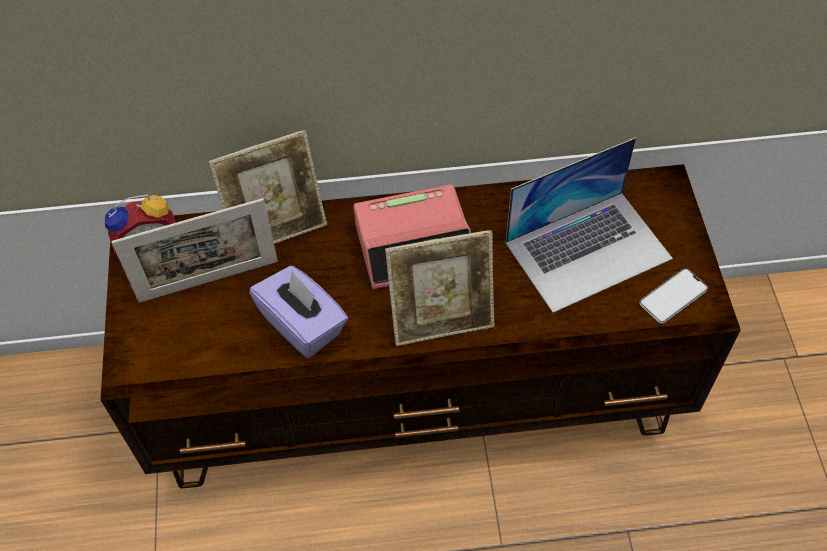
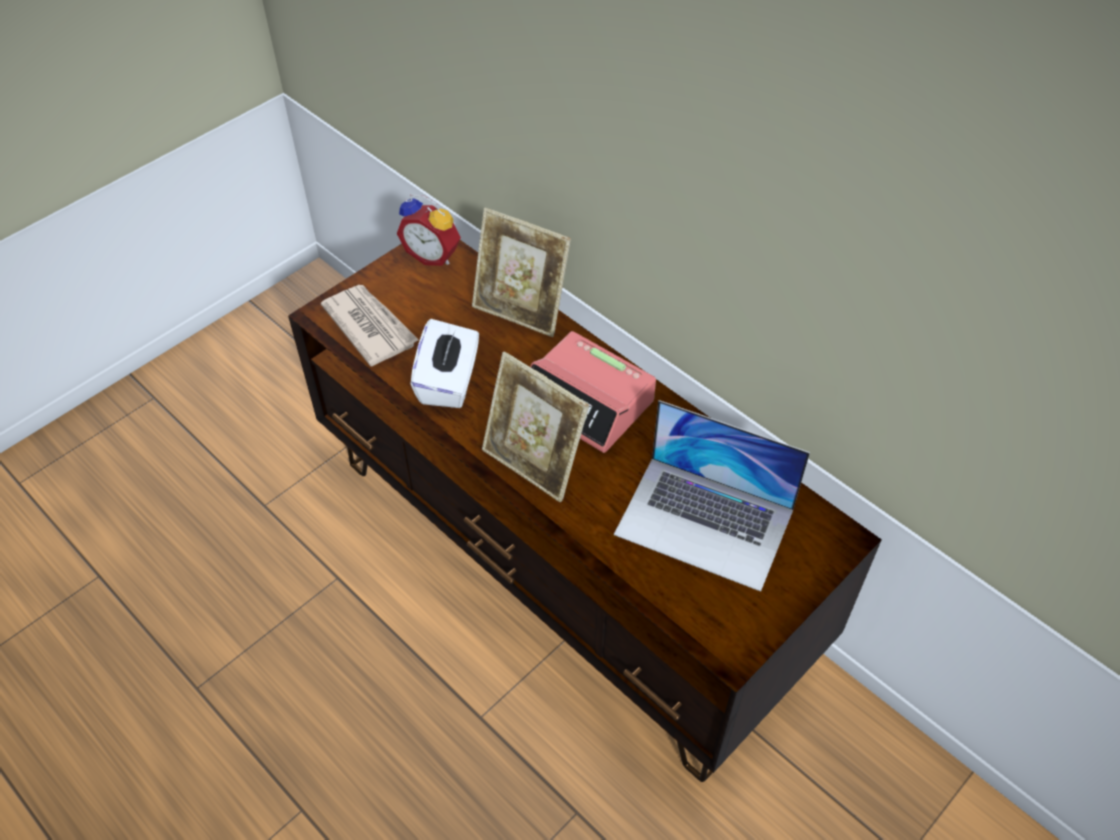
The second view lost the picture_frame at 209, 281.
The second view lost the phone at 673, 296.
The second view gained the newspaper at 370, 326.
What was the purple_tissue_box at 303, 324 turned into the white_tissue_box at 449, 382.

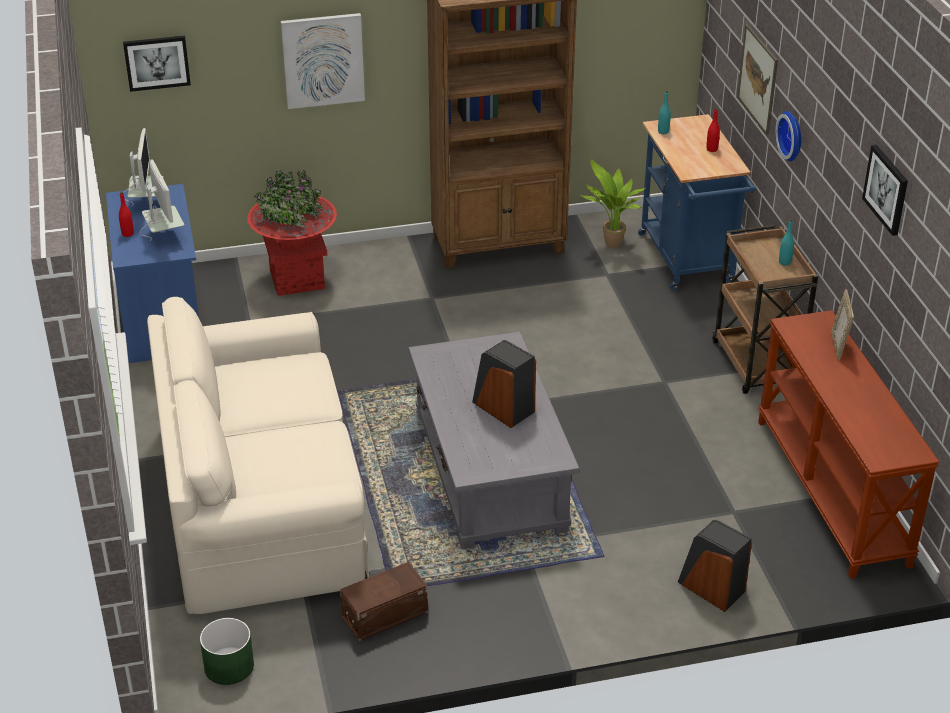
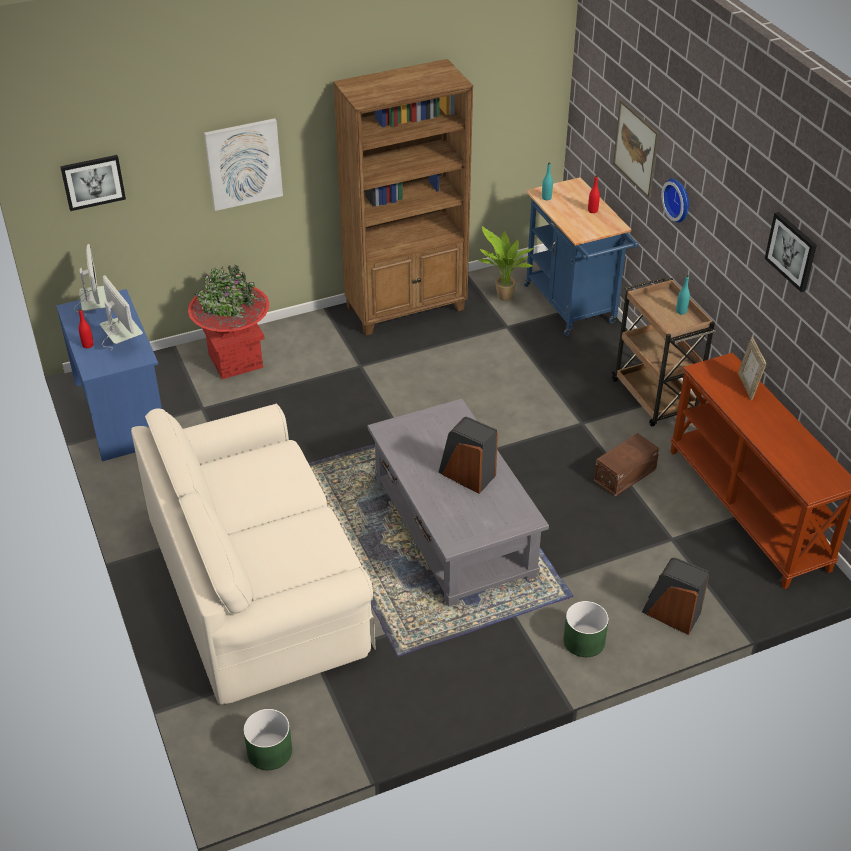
The second view gained the green_planter at 584, 641.
The brown_storage_box ended up elsewhere, having gone from 386, 614 to 626, 475.

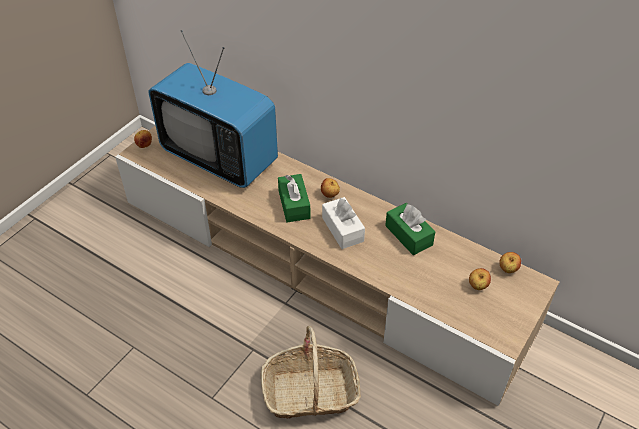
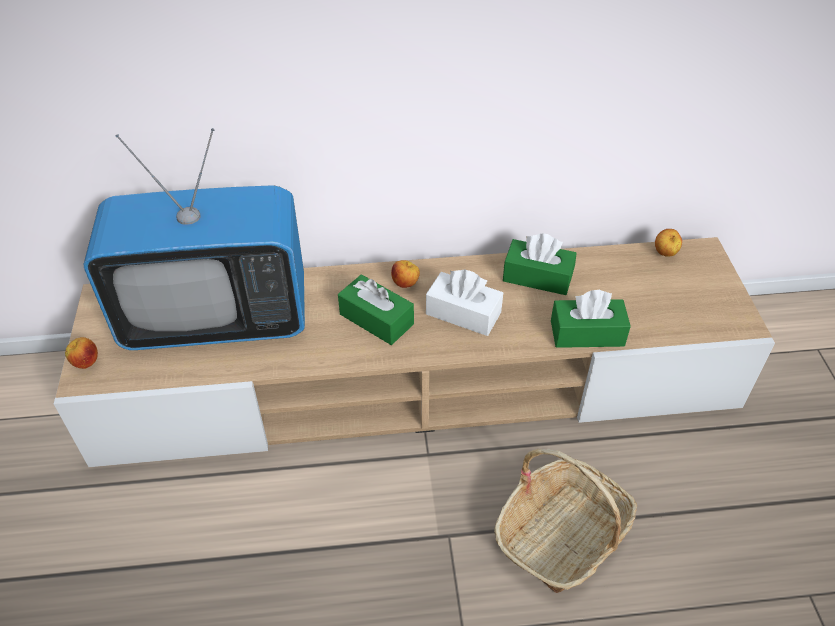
The second view lost the apple at 477, 286.
The second view gained the green_tissue_box at 587, 333.

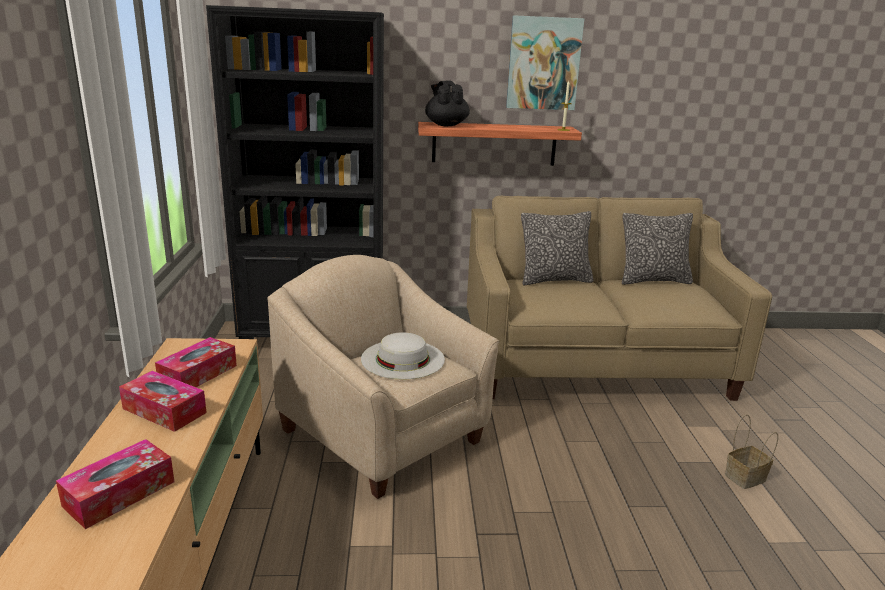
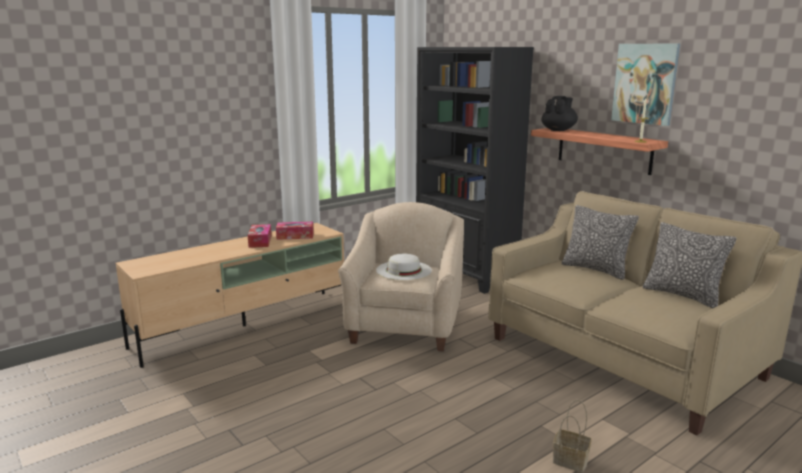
The second view lost the tissue_box at 119, 494.

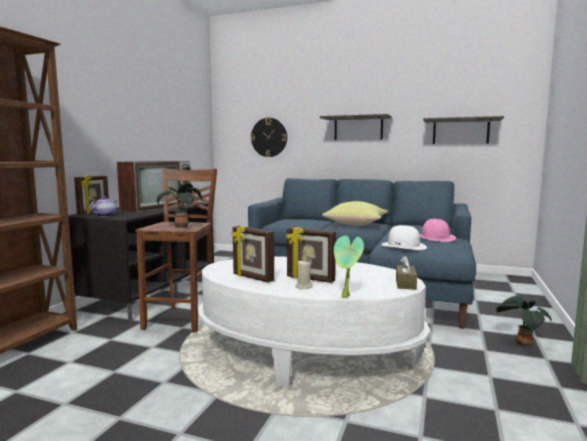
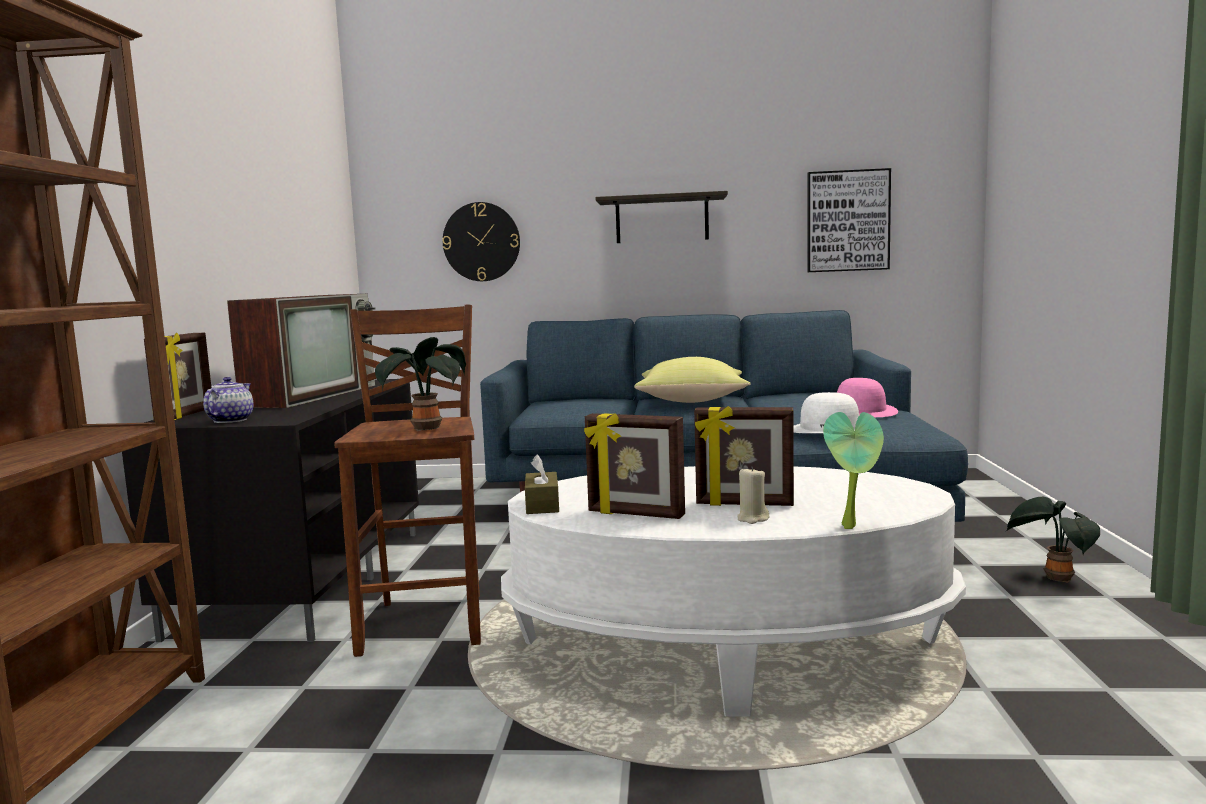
The brown_tissue_box ended up elsewhere, having gone from 405, 284 to 542, 505.
Where the shelf hung at 460, 131, the picture came to hang at 847, 221.

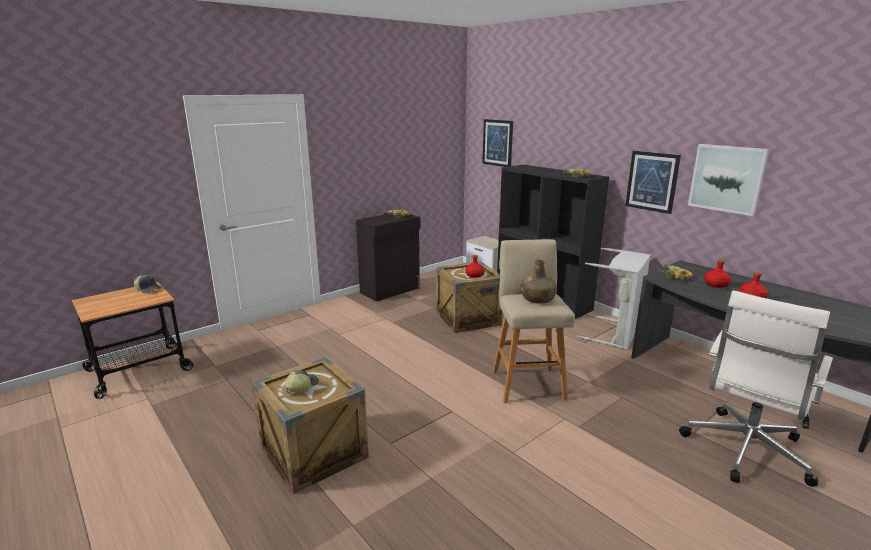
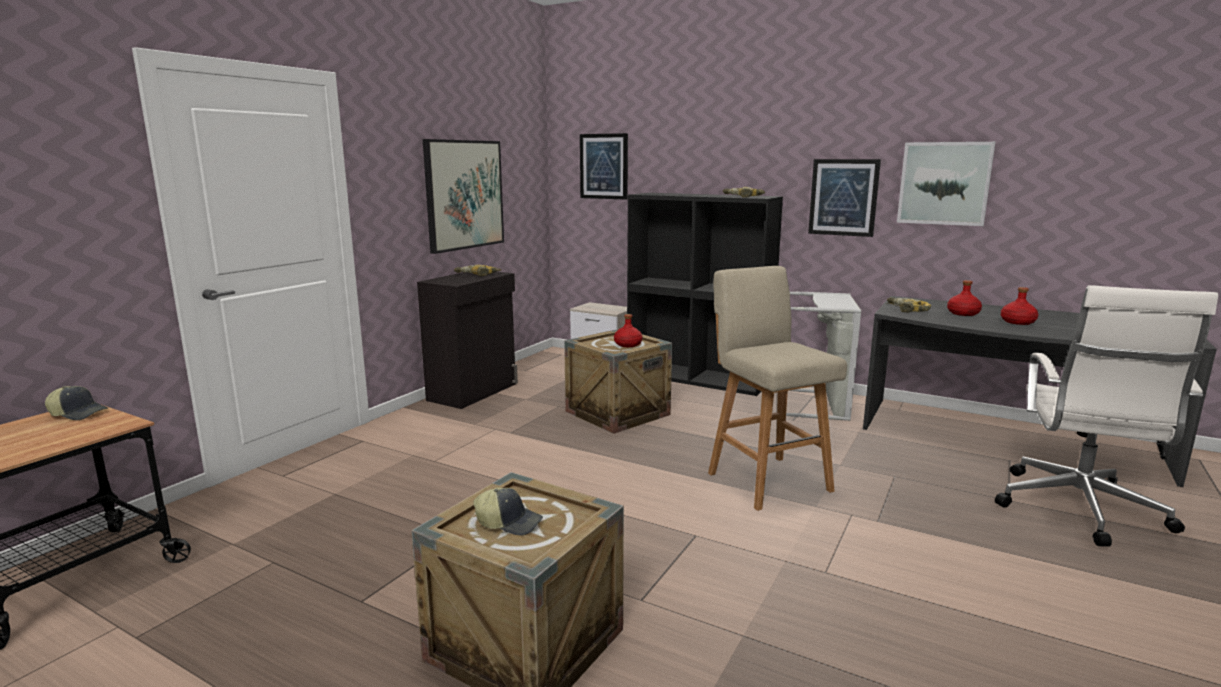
The second view lost the green_bottle at 537, 299.
The second view gained the picture at 464, 194.
The cap at 301, 387 ended up facing another way, 105 degrees clockwise from before.

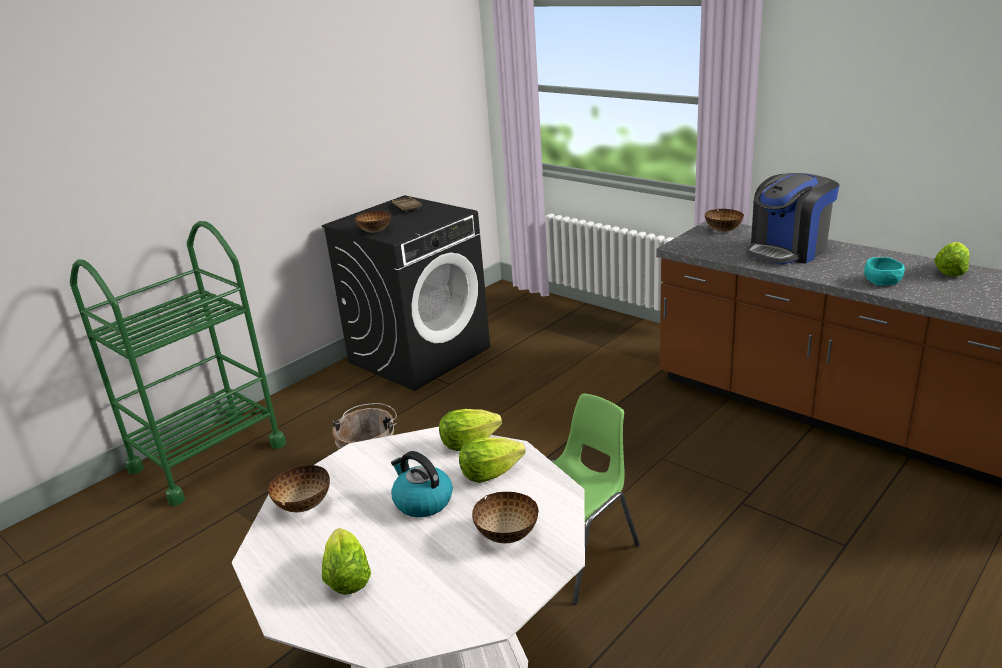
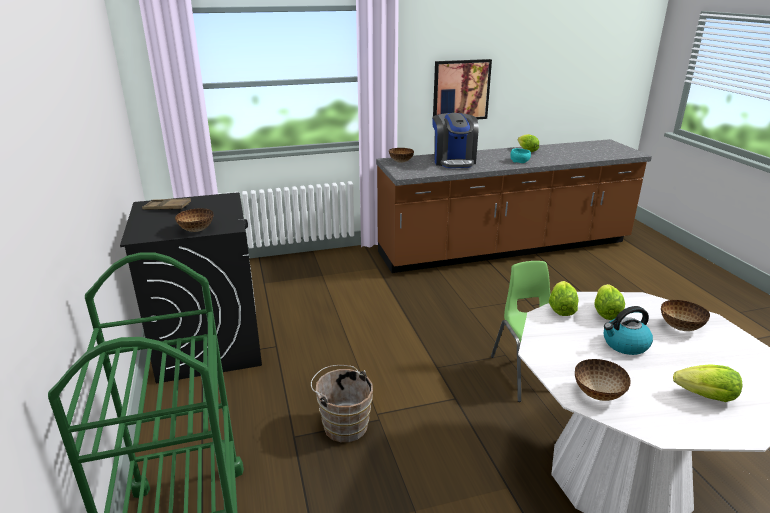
The second view gained the picture at 461, 90.

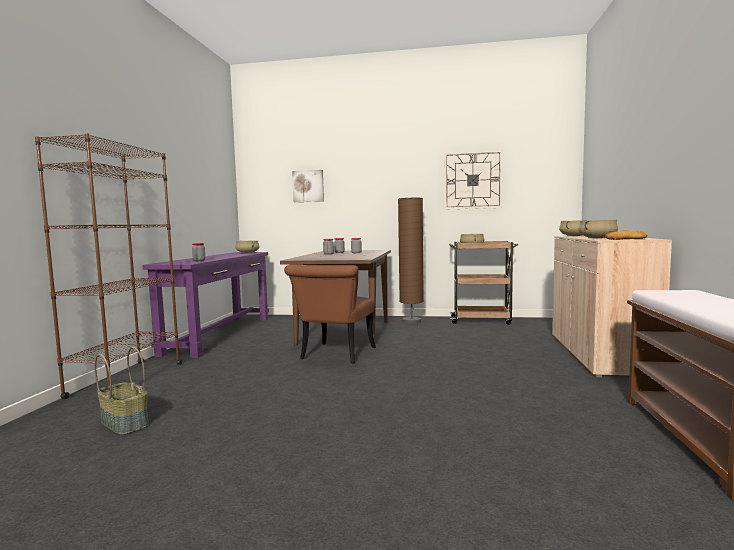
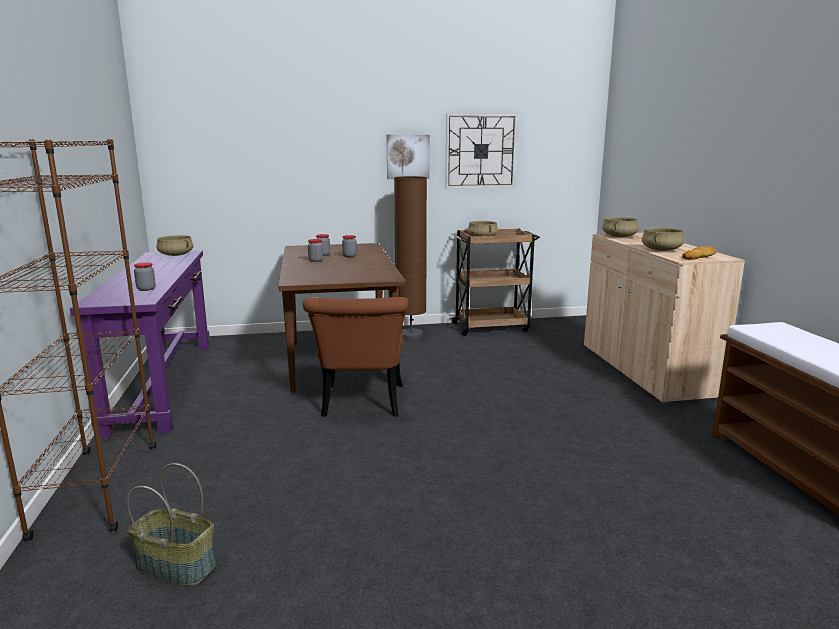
The picture ended up elsewhere, having gone from 308, 186 to 407, 156.

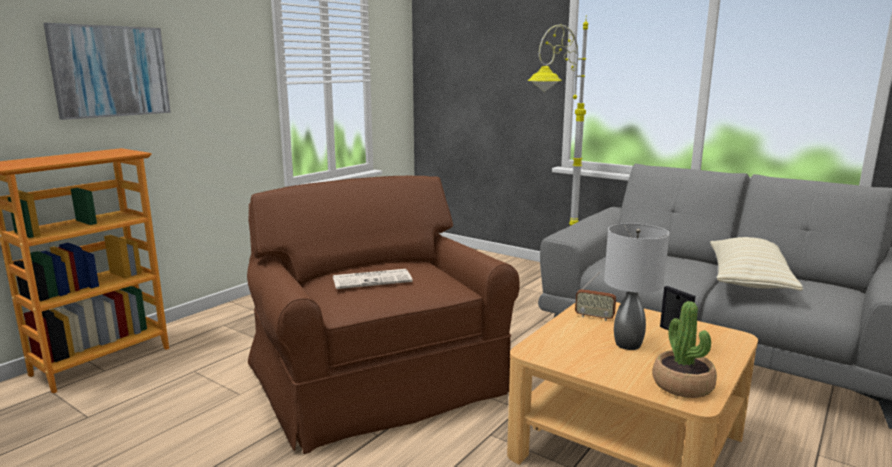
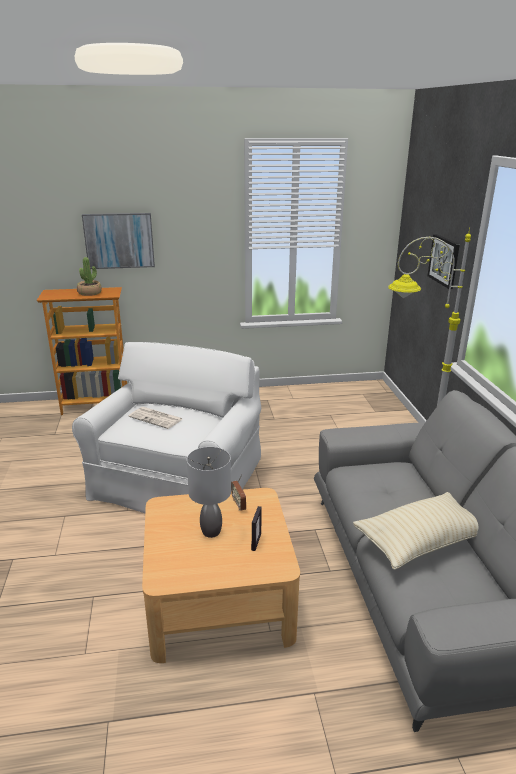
The second view gained the picture at 444, 260.
The potted_plant ended up elsewhere, having gone from 683, 385 to 89, 293.
What was the brown_armchair at 377, 378 turned into the white_armchair at 177, 478.

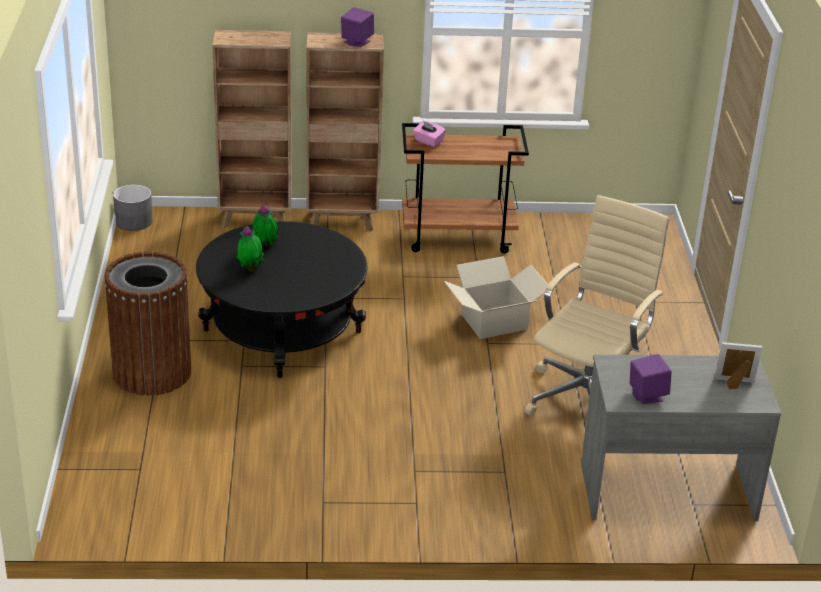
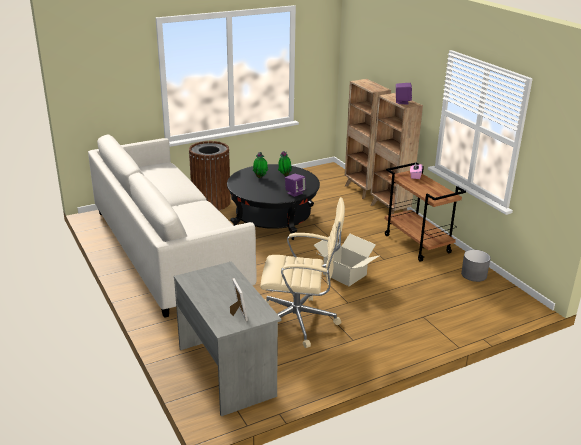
The second view gained the white_sofa at 167, 249.
The grey_planter ended up elsewhere, having gone from 133, 221 to 474, 275.
The purple_speaker ended up elsewhere, having gone from 647, 395 to 295, 193.

